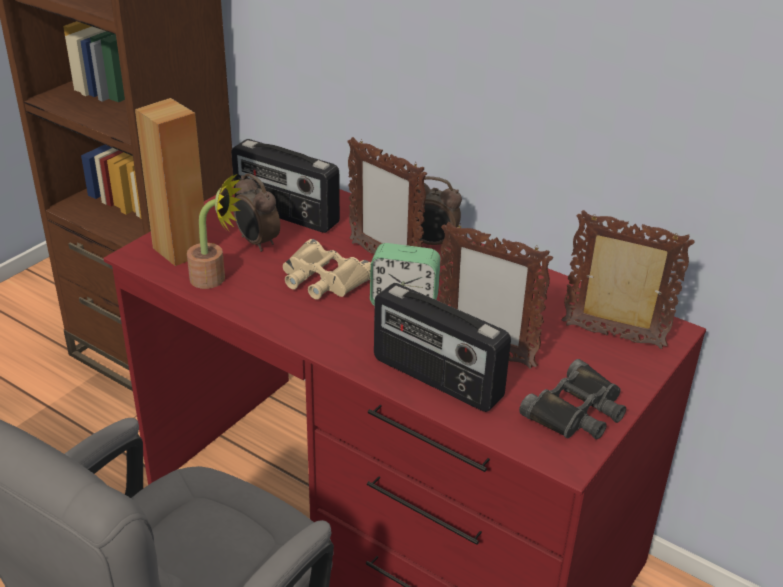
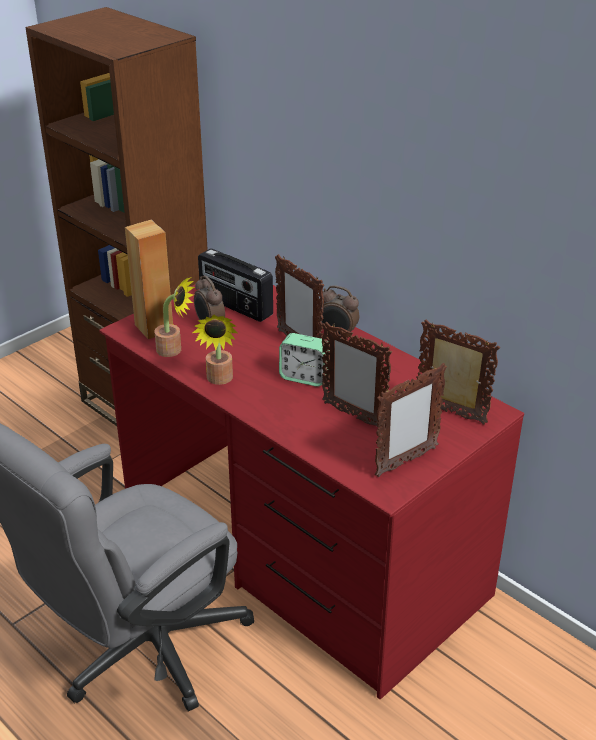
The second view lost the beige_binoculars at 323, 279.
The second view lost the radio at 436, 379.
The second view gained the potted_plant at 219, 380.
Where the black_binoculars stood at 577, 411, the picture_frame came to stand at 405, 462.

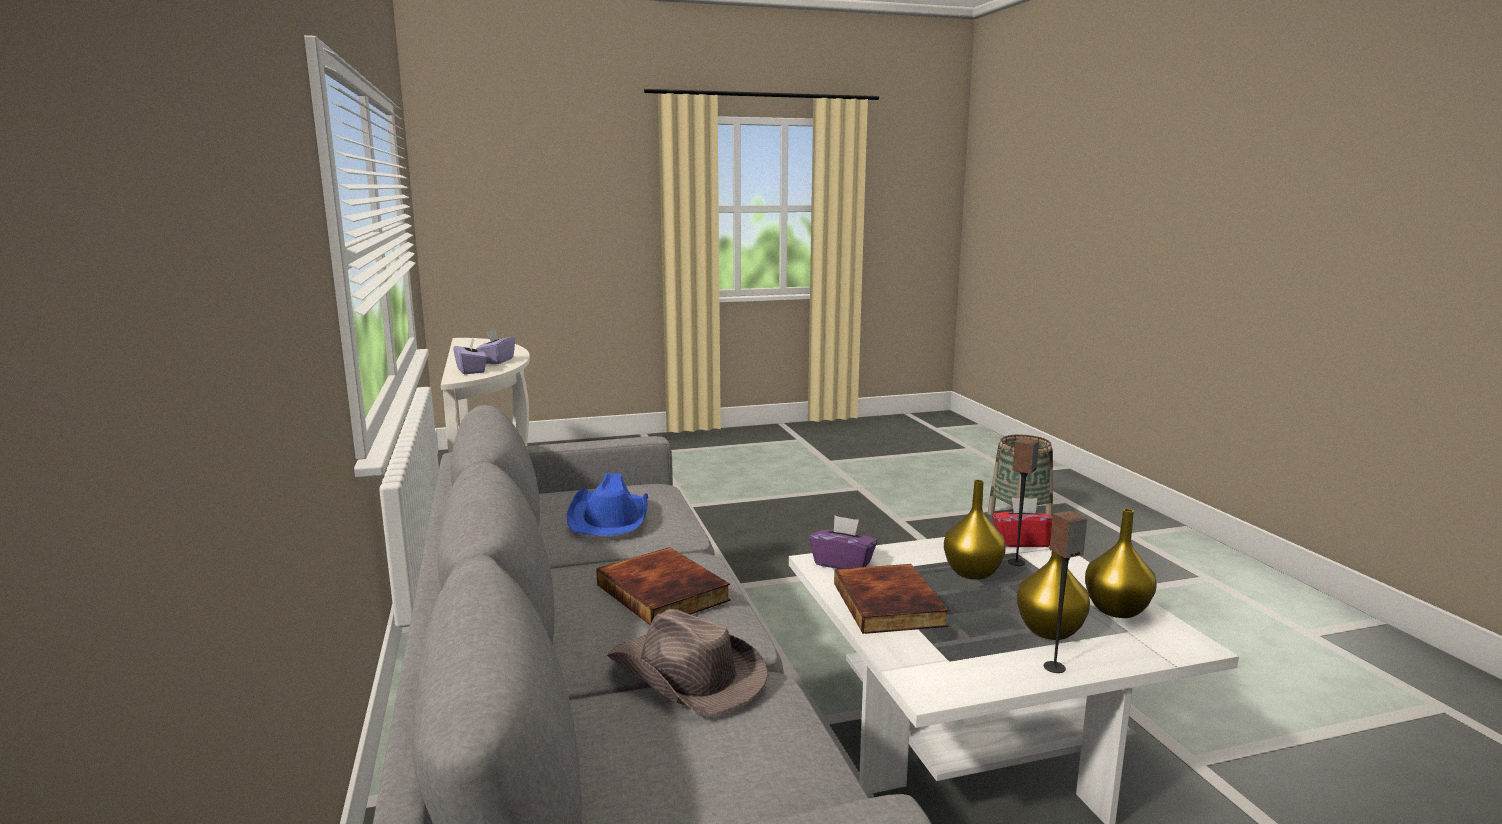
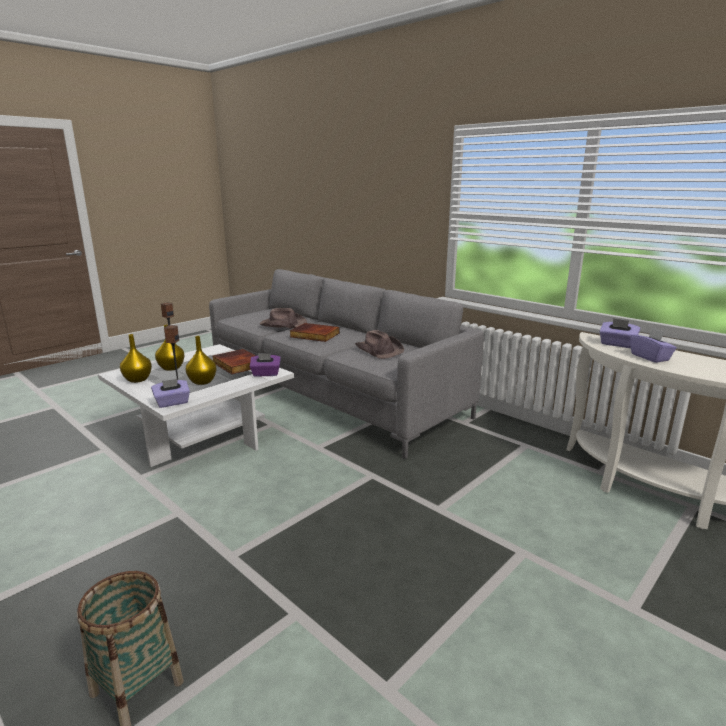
What was the blue_hat at 610, 517 turned into the brown_hat at 379, 350.
What was the red_tissue_box at 1022, 541 turned into the purple_tissue_box at 172, 403.

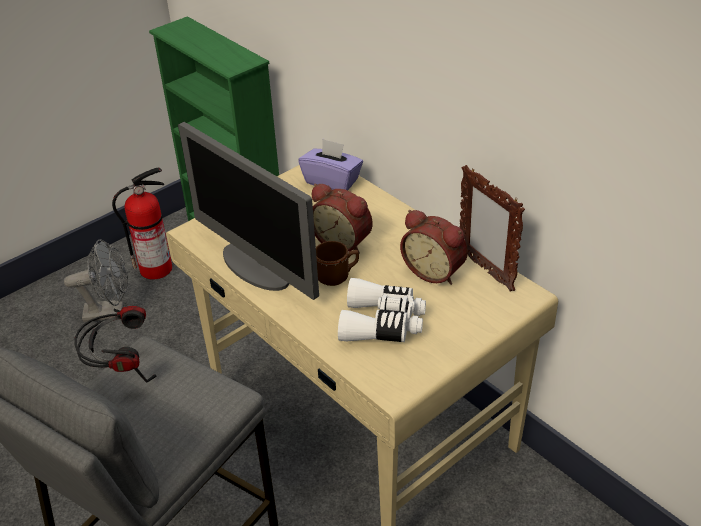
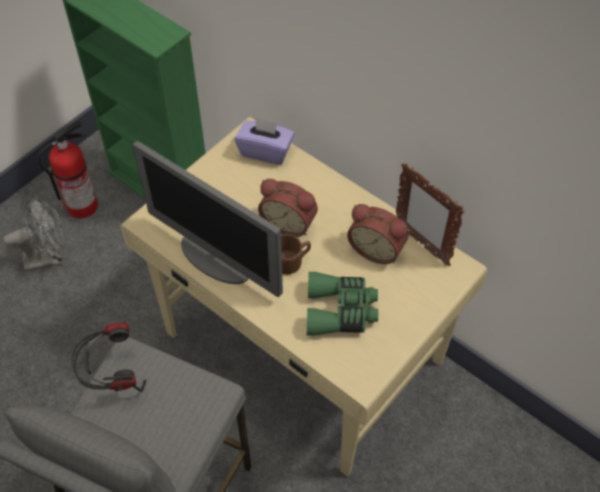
What was the white_binoculars at 382, 323 turned into the green_binoculars at 340, 311.

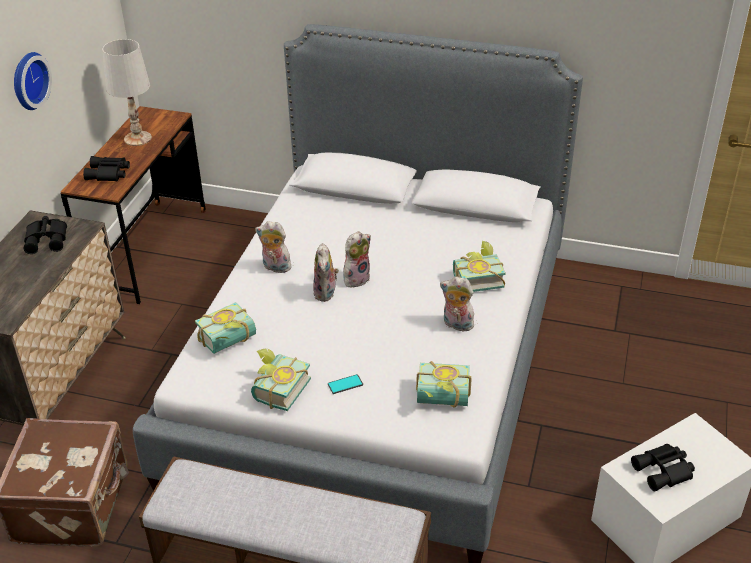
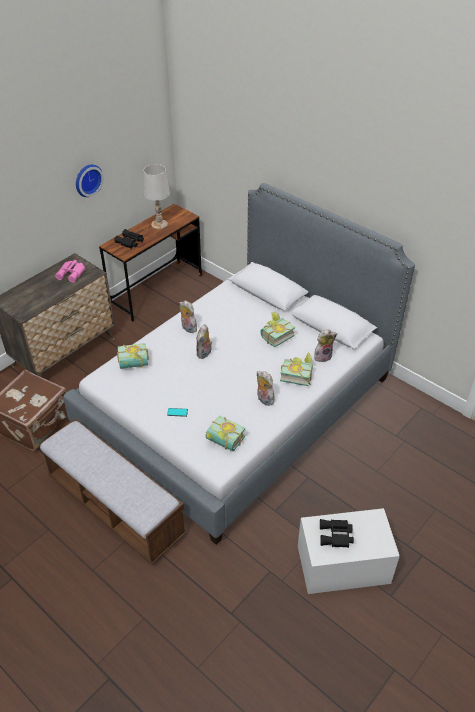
The book ended up elsewhere, having gone from 277, 389 to 275, 335.
The plush_toy ended up elsewhere, having gone from 356, 278 to 323, 356.
What was the black_binoculars at 47, 239 turned into the pink_binoculars at 72, 273.

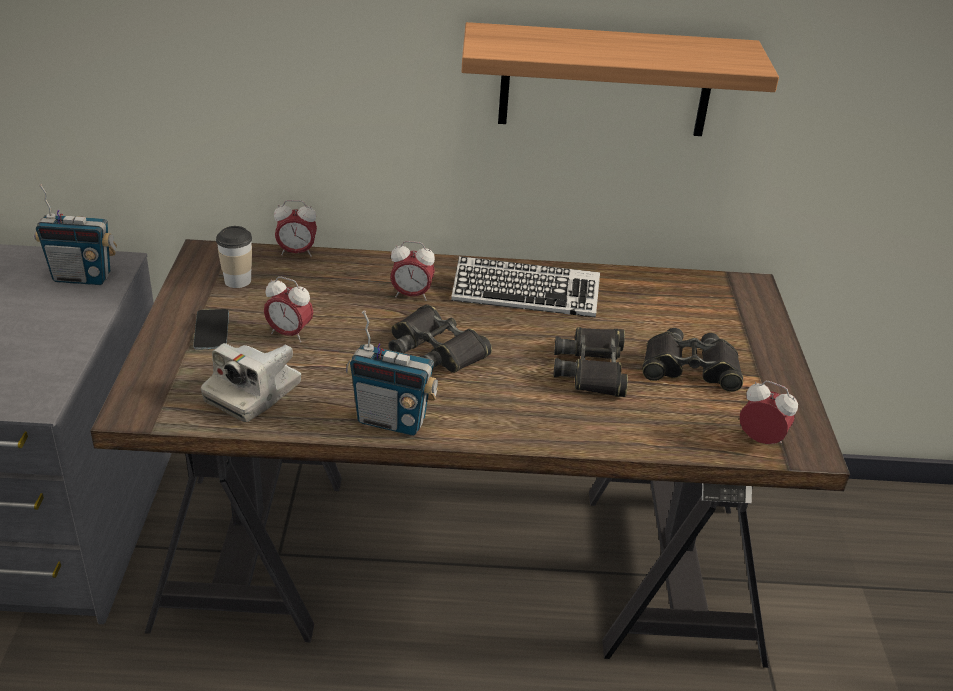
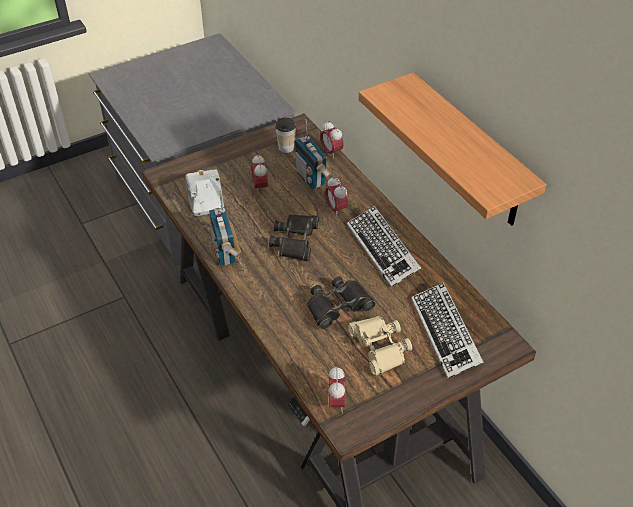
The second view lost the phone at 211, 330.
The second view gained the keyboard at 445, 333.
The radio ended up elsewhere, having gone from 82, 277 to 311, 178.
What was the black_binoculars at 690, 368 turned into the beige_binoculars at 379, 347.
The photo_camera at 253, 393 ended up facing another way, 75 degrees clockwise from before.

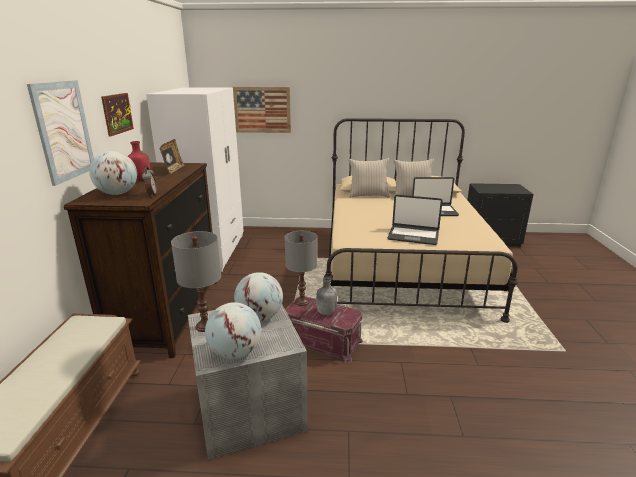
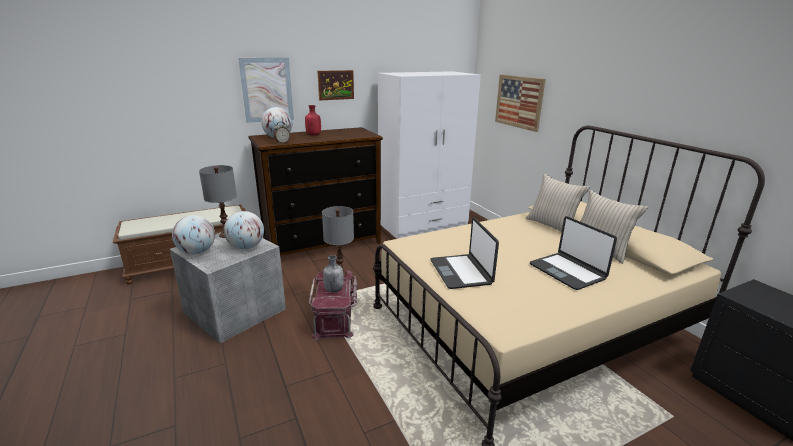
The second view lost the picture_frame at 173, 170.

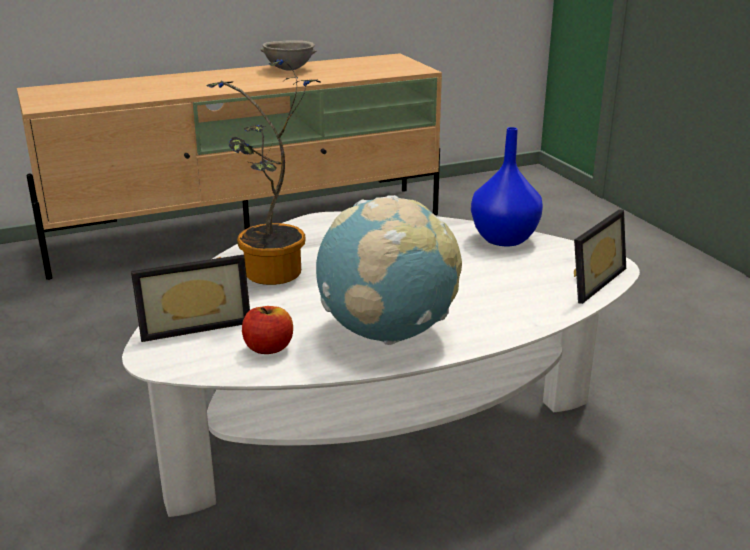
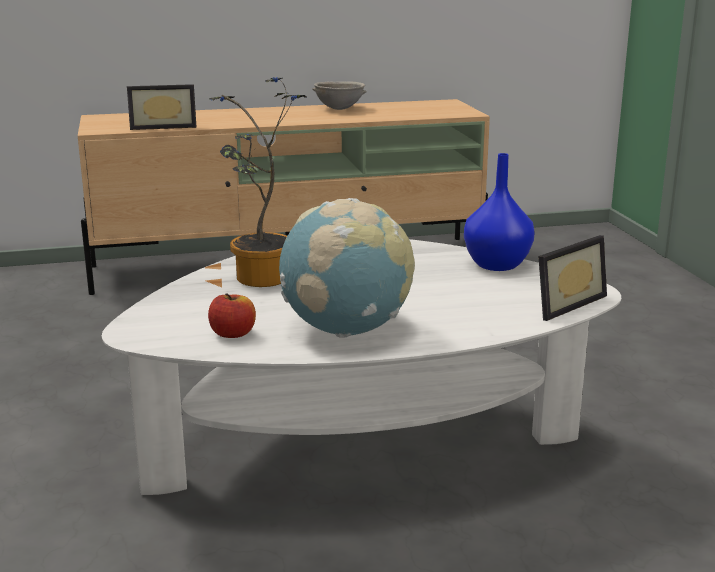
The picture_frame ended up elsewhere, having gone from 194, 323 to 163, 126.

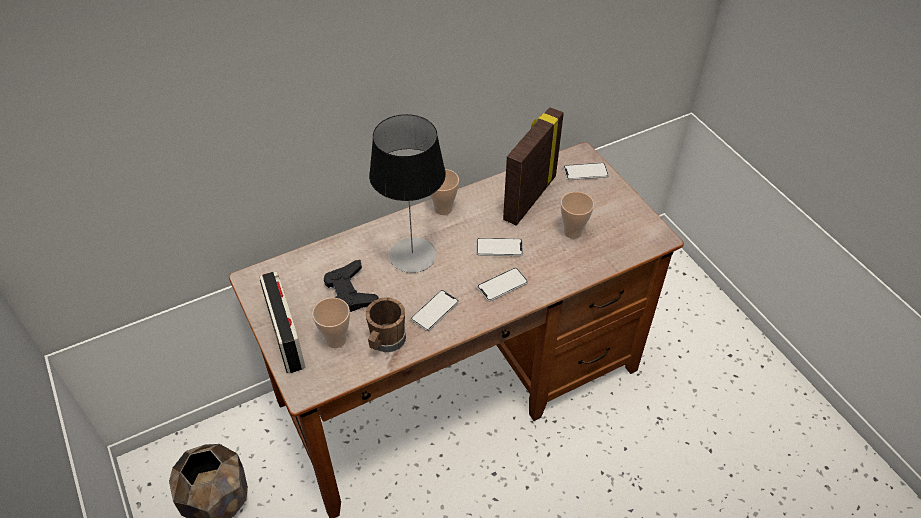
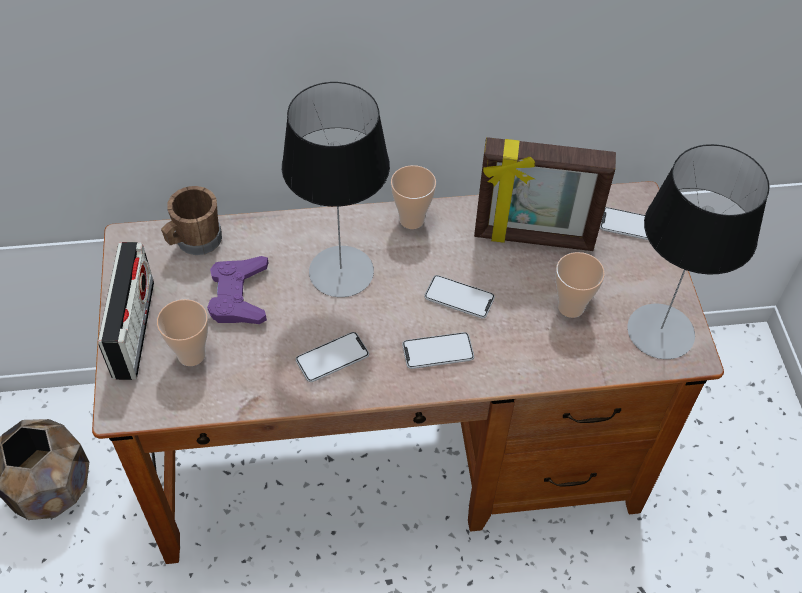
The second view gained the table_lamp at 660, 331.
The brown_mug ended up elsewhere, having gone from 385, 341 to 194, 241.
What was the black_game_controller at 350, 291 turned into the purple_game_controller at 239, 296.
The picture_frame at 528, 198 ended up facing another way, 135 degrees counterclockwise from before.

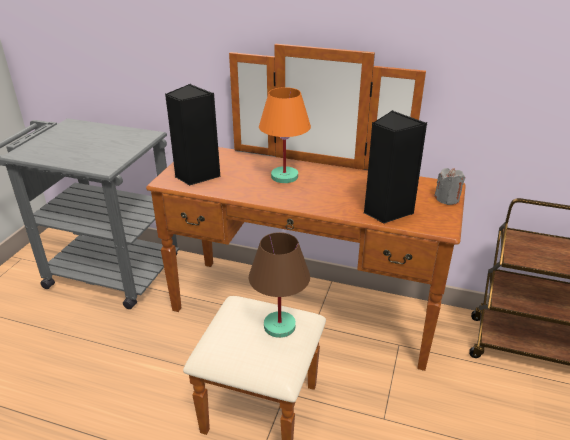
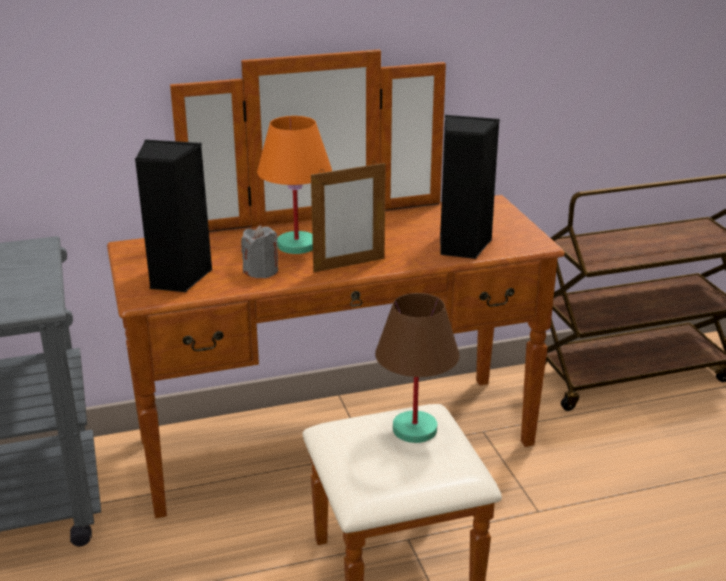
The second view gained the picture_frame at 349, 265.
The grey_candle ended up elsewhere, having gone from 447, 199 to 261, 271.

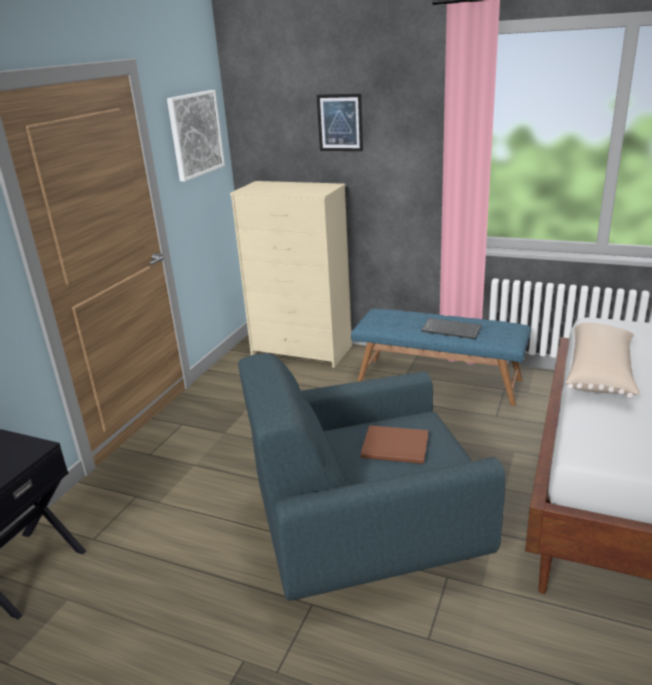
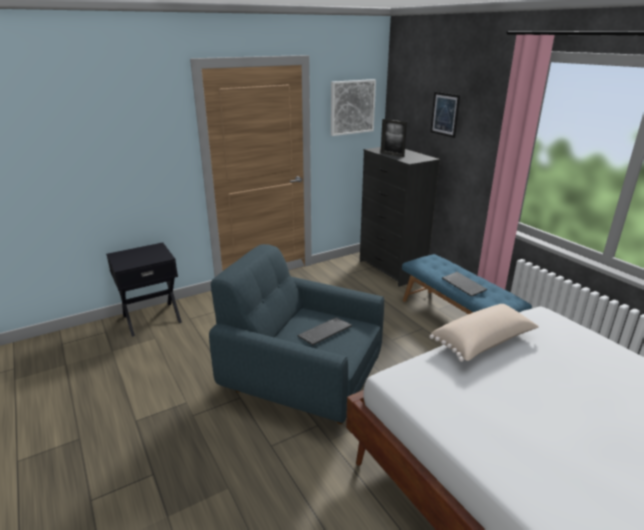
The second view gained the picture_frame at 392, 154.
Where the brown_book stood at 397, 448, the keyboard came to stand at 325, 333.
What was the beige_dresser at 302, 351 turned into the black_dresser at 392, 269.

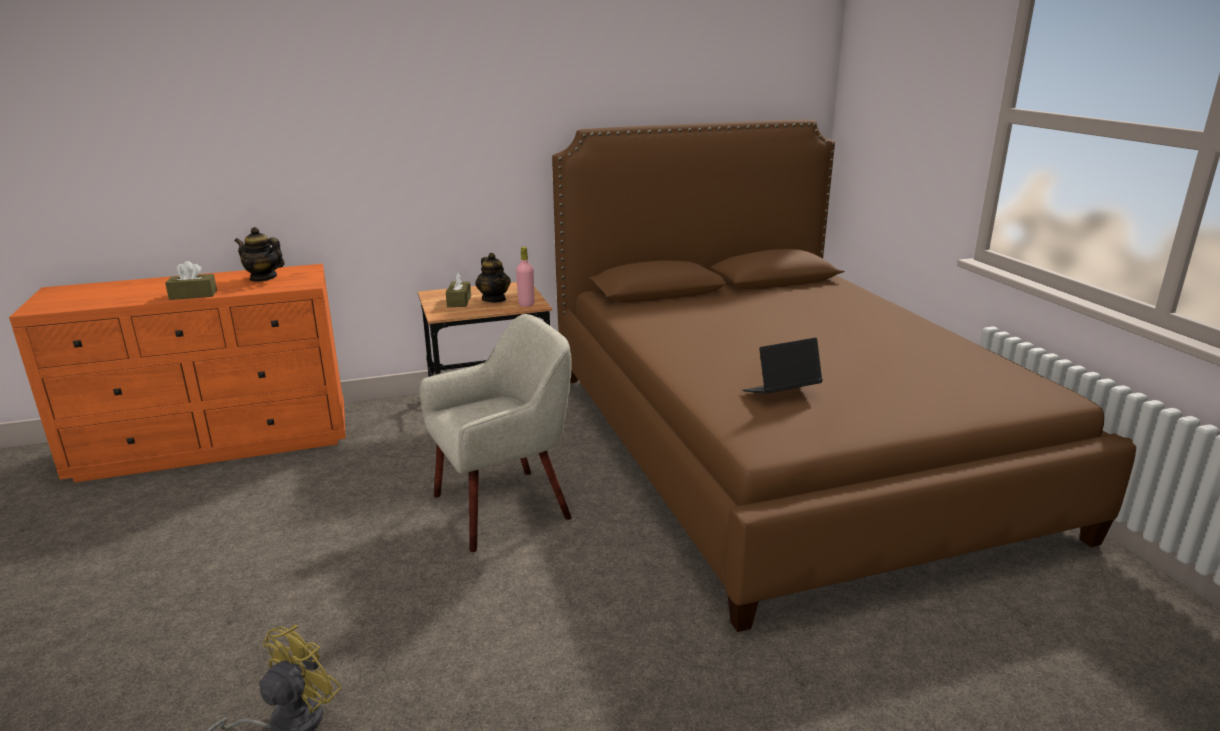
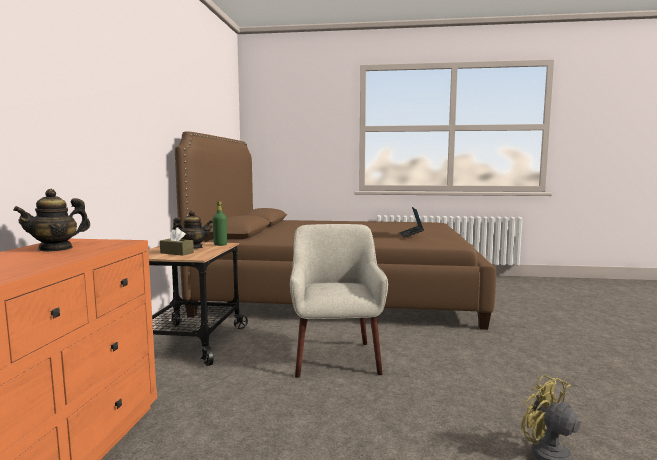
The second view lost the brown_tissue_box at 193, 295.
What was the pink_bottle at 526, 304 turned into the green_bottle at 220, 244.

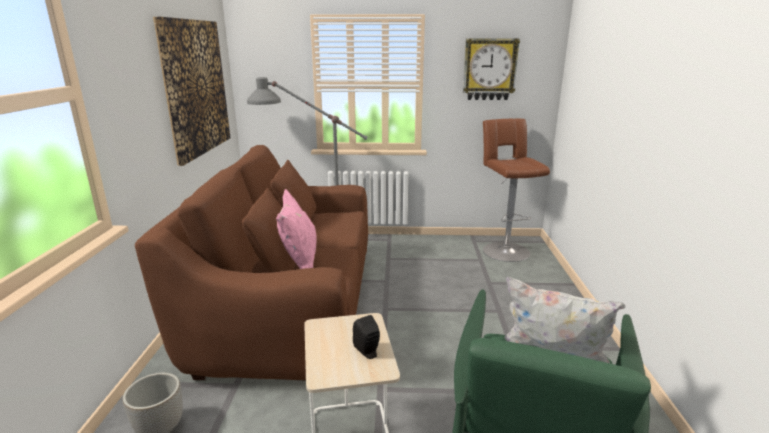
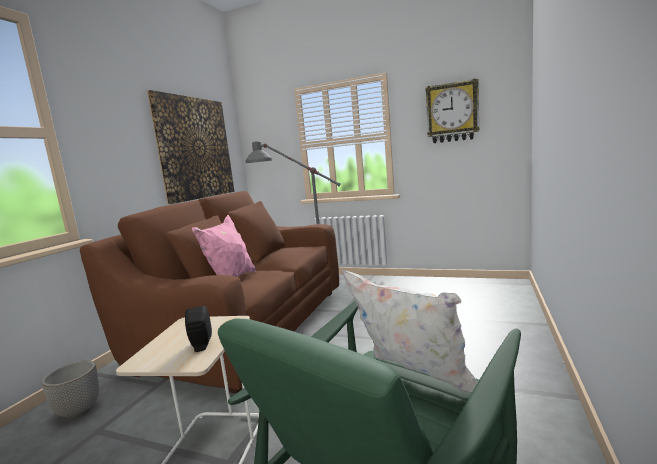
The second view lost the brown_stool at 504, 250.

